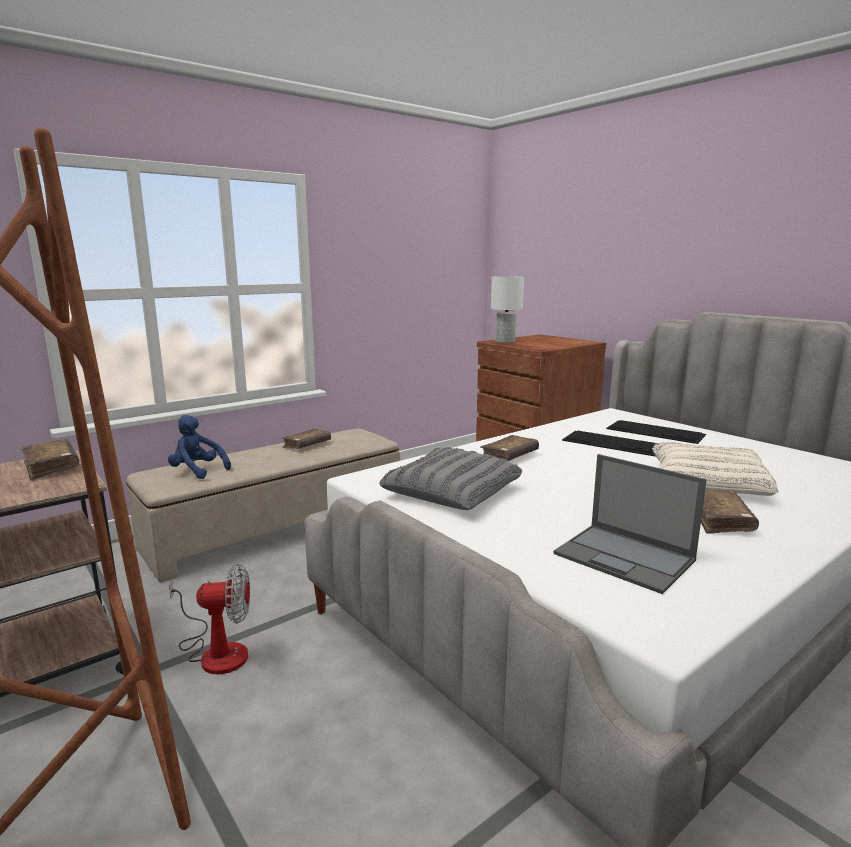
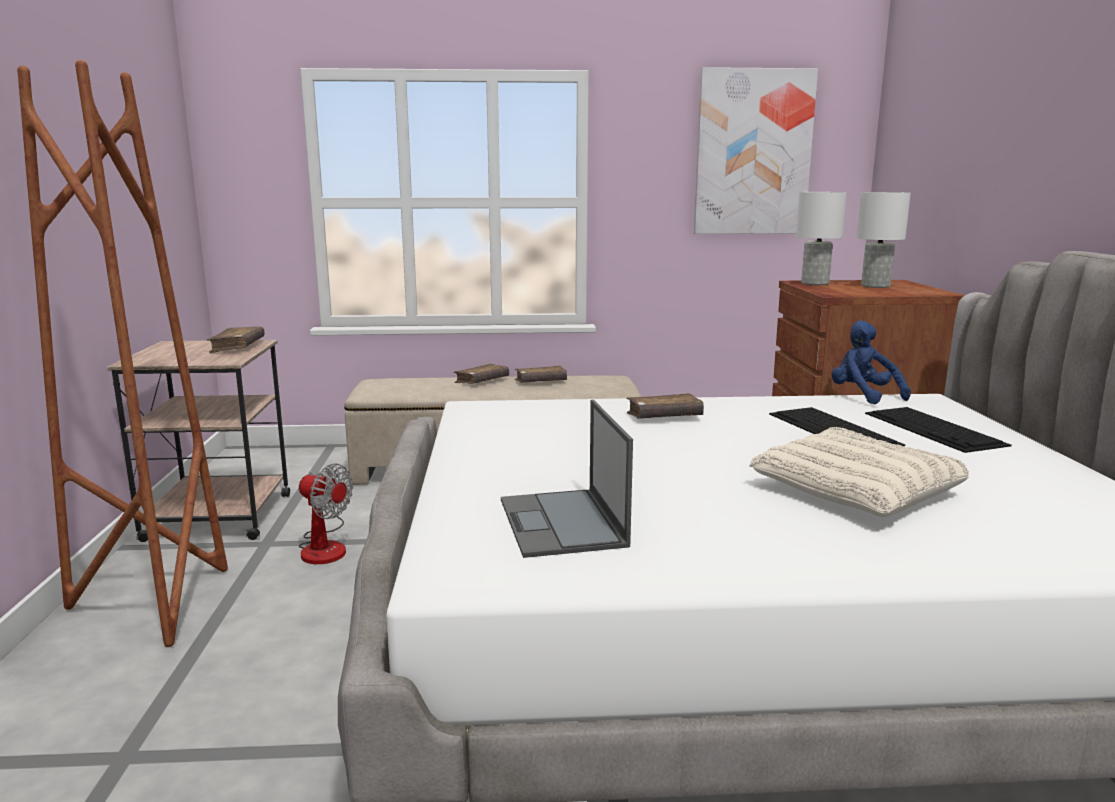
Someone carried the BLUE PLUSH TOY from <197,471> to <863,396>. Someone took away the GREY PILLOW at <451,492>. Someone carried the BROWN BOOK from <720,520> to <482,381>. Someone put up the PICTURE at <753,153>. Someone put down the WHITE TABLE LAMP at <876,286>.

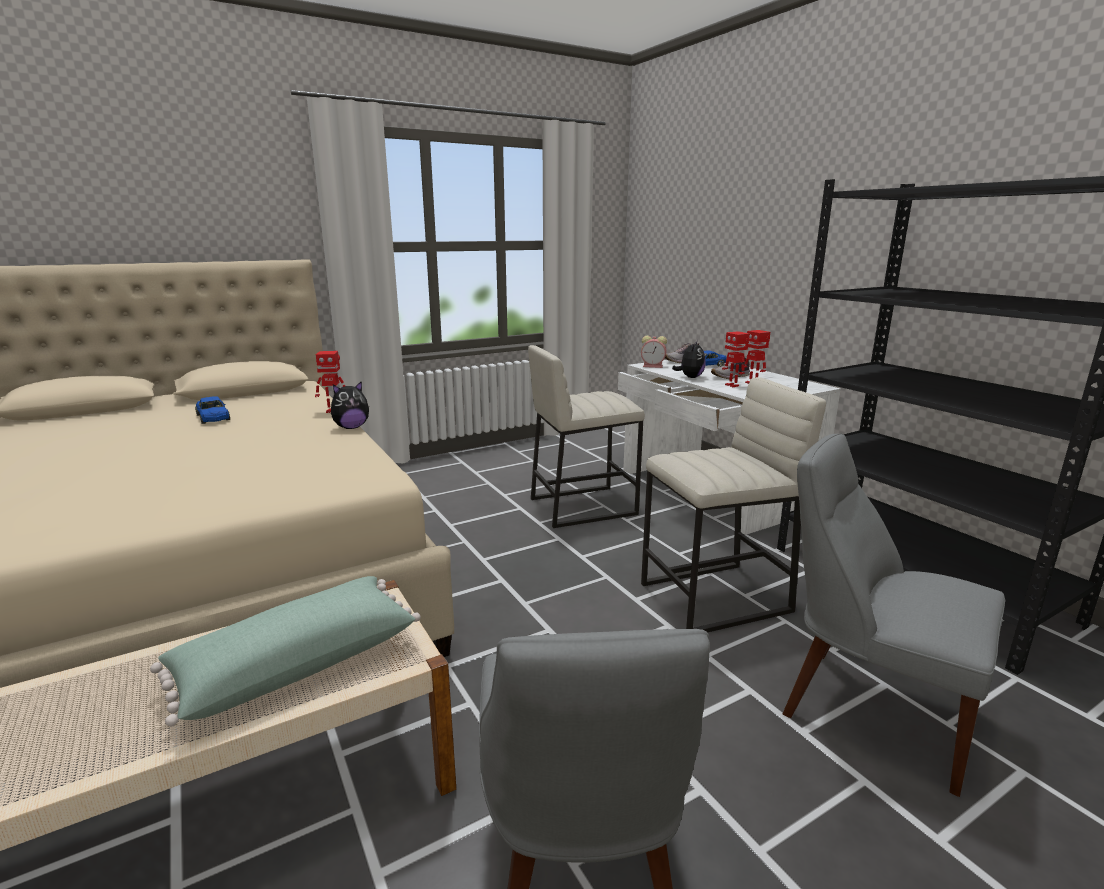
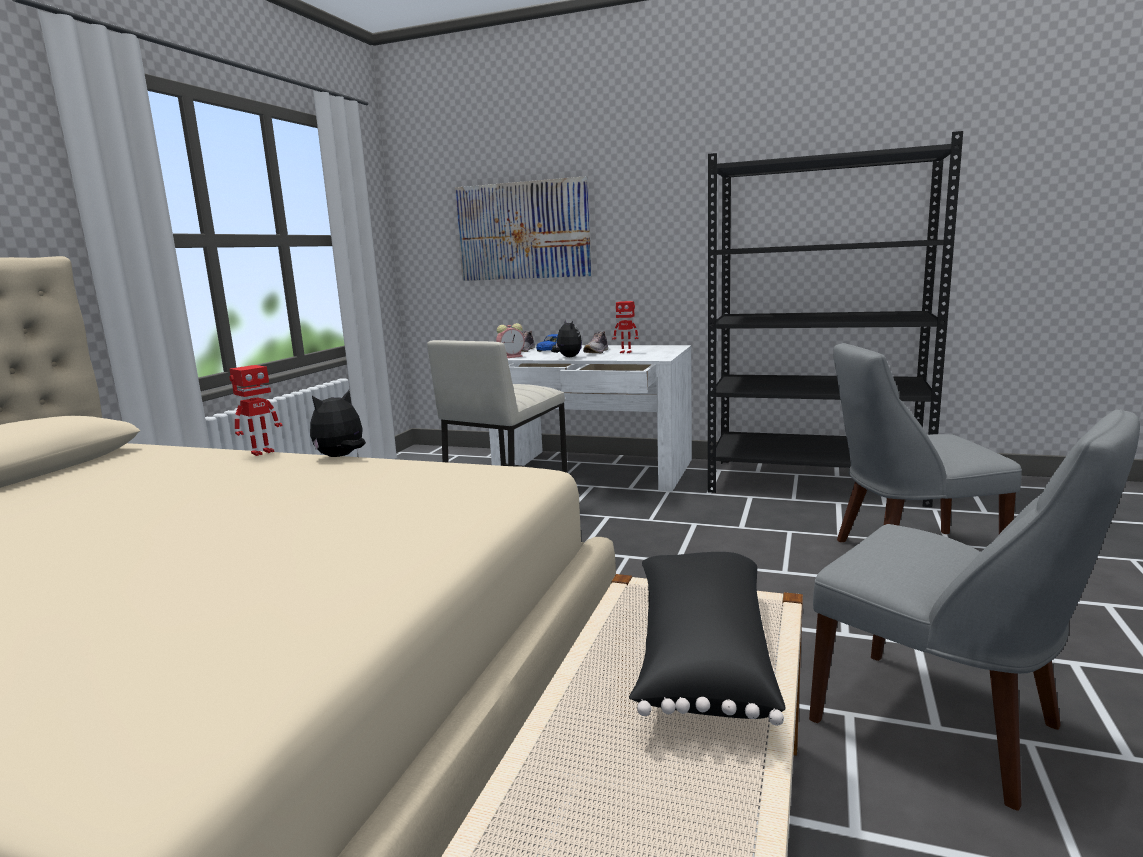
Someone took away the TOY ROBOT at <732,385>. Someone took away the BEIGE STOOL at <715,597>. Someone rotated the PLUSH TOY at <351,427> by 150 degrees counterclockwise. Someone took away the BLUE TOY CAR at <213,417>. Someone repainted the GREEN PILLOW at <296,663>, which became the BLACK PILLOW at <700,656>. Someone put up the PICTURE at <523,231>.

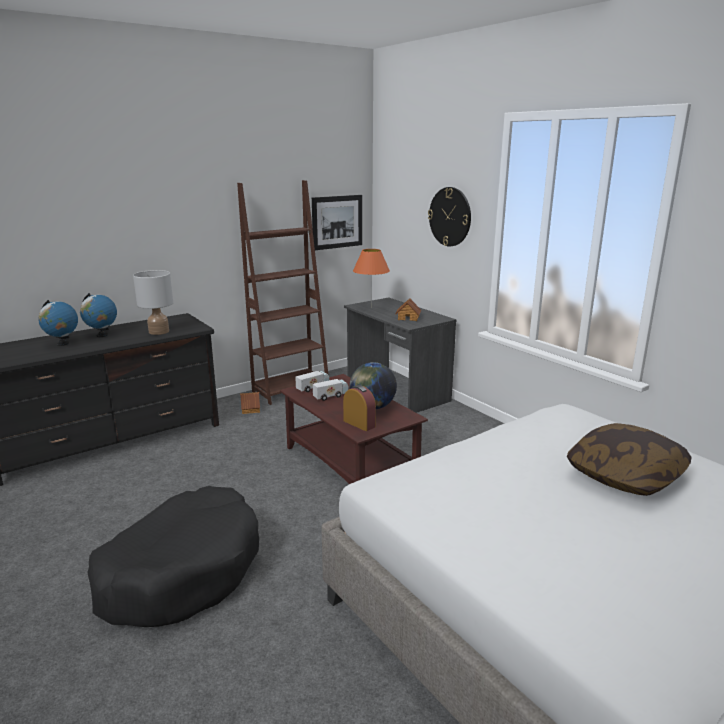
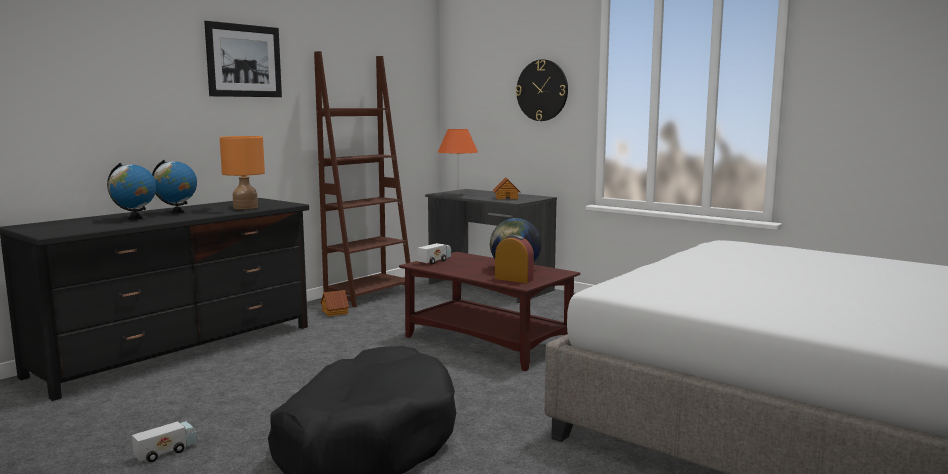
Someone carried the PICTURE from <337,222> to <244,61>. Someone repainted the GREY TABLE LAMP at <159,332>, which became the ORANGE TABLE LAMP at <245,208>. Someone carried the TOY TRUCK from <331,396> to <166,452>. Someone took away the PILLOW at <625,475>.

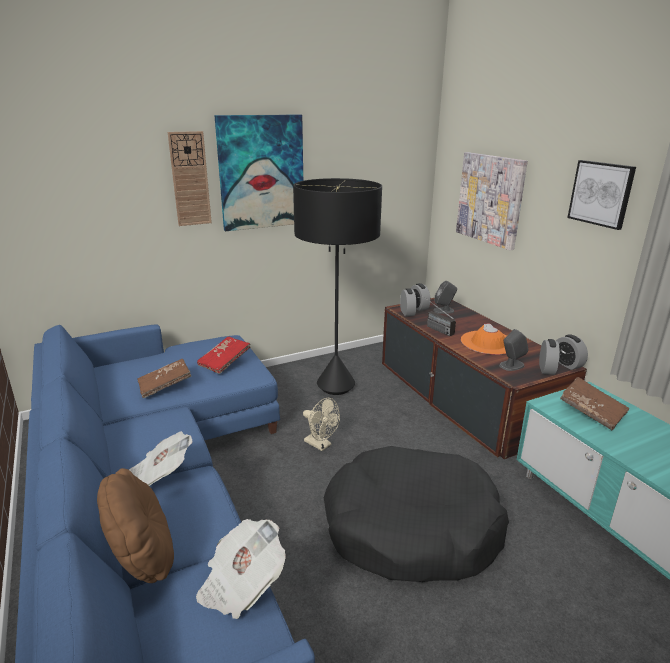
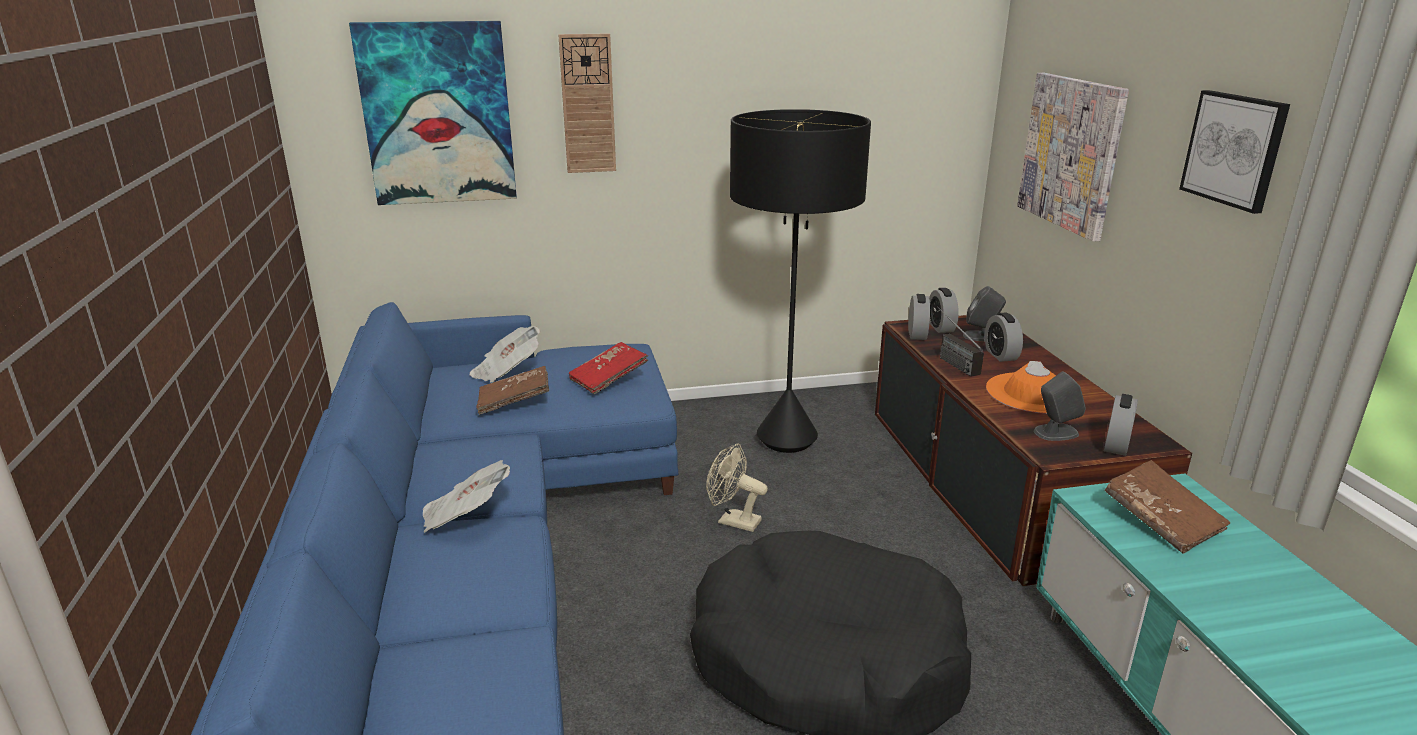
Someone carried the PICTURE from <261,172> to <438,114>. Someone carried the ALARM CLOCK from <567,364> to <1000,355>. Someone rotated the BEIGE FAN at <321,445> by 150 degrees clockwise. Someone took away the BROWN PILLOW at <144,561>. Someone carried the NEWSPAPER from <241,583> to <506,372>.

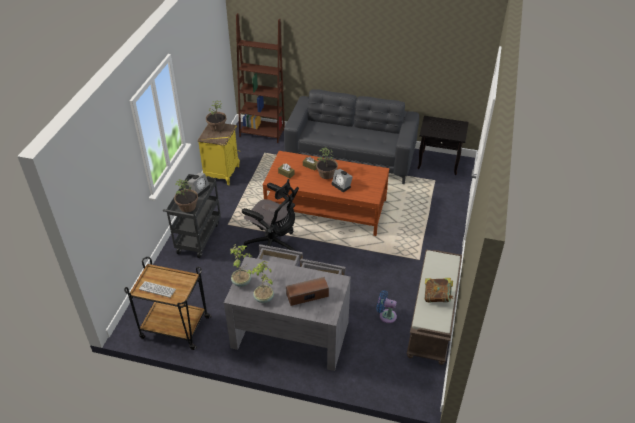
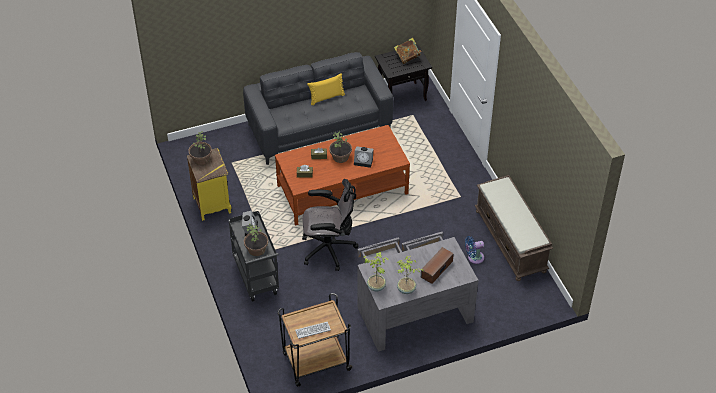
Someone took away the BROWN BOOKCASE at <262,132>. Someone carried the BOOK from <437,297> to <407,58>. Someone put down the YELLOW PILLOW at <326,97>.

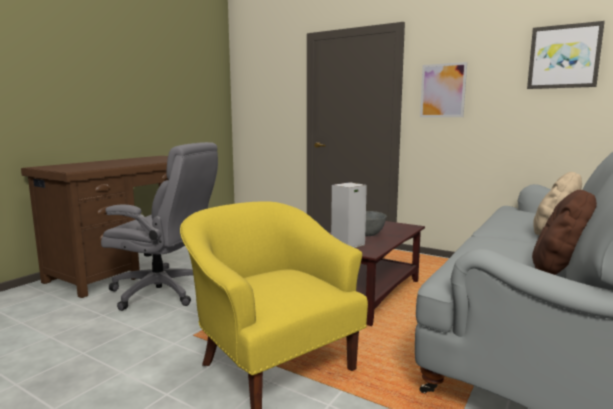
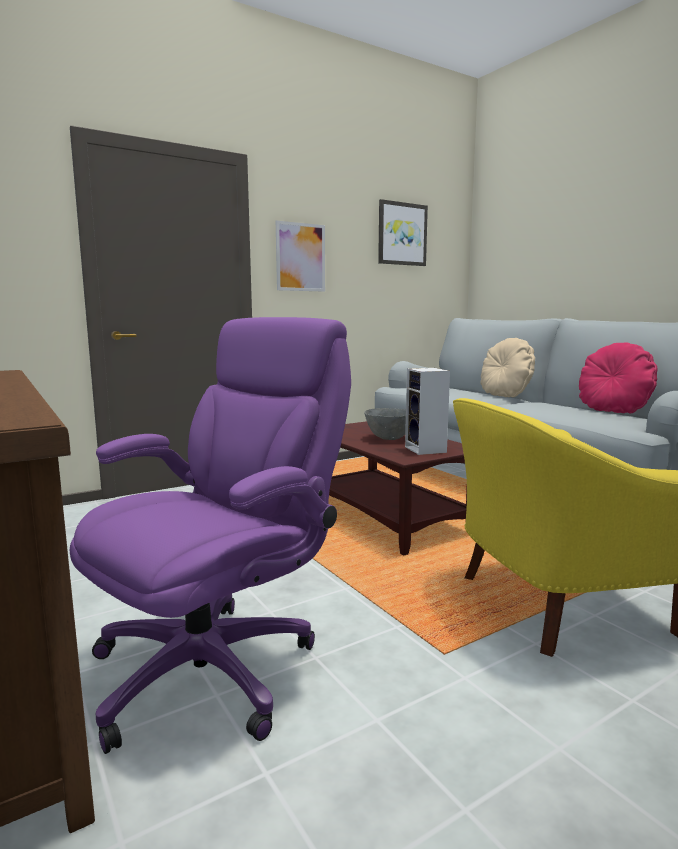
Someone repainted the GREY OFFICE CHAIR at <166,293>, which became the PURPLE OFFICE CHAIR at <218,665>. Someone repainted the BROWN PILLOW at <558,273>, which became the PINK PILLOW at <613,411>.

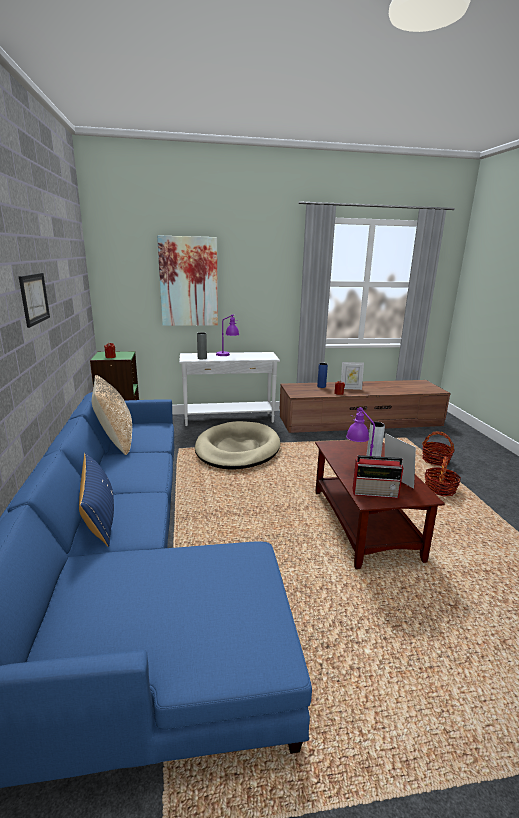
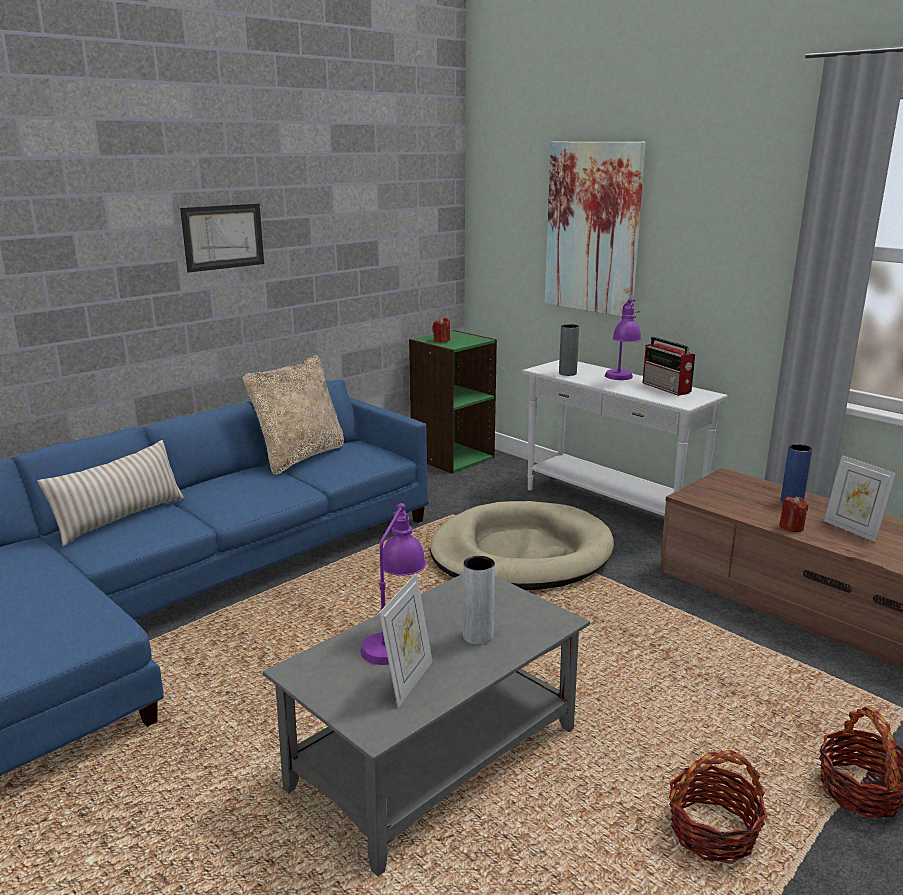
Someone repainted the BROWN COFFEE TABLE at <363,523>, which became the GREY COFFEE TABLE at <436,757>. Someone repainted the BLUE PILLOW at <99,516>, which became the BEIGE PILLOW at <120,518>. Someone carried the RADIO from <376,493> to <667,388>.

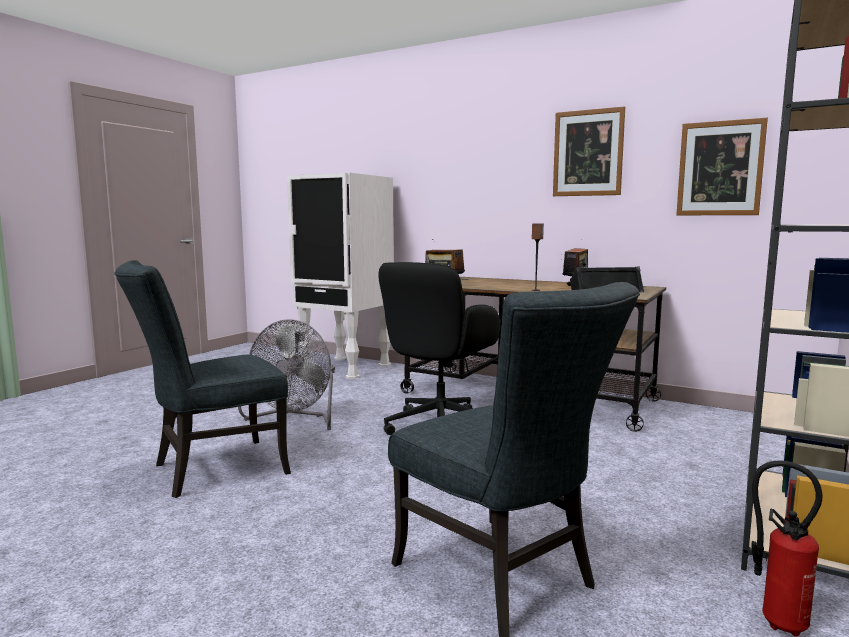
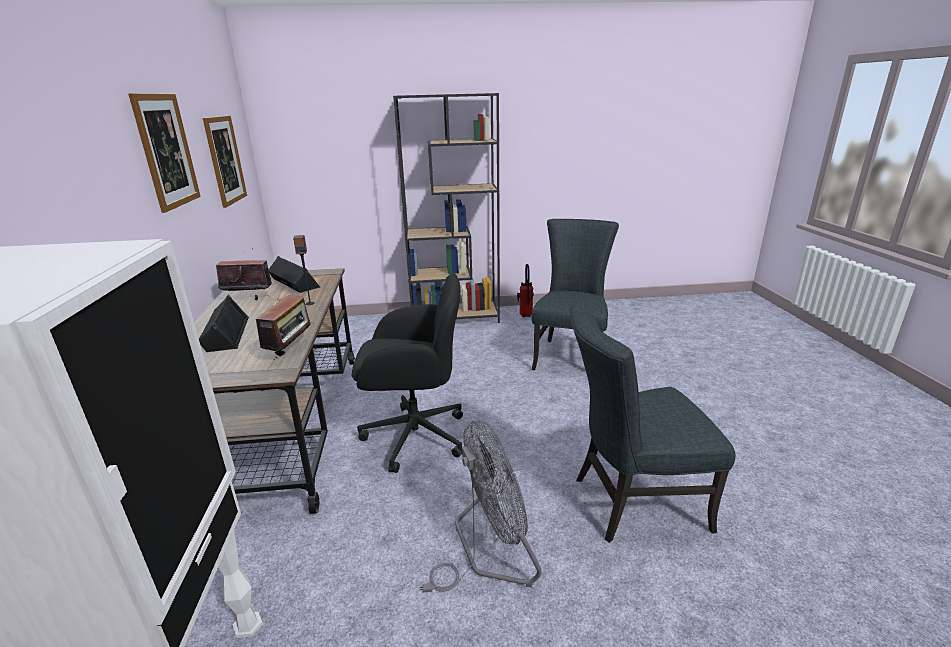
Someone rotated the GREY CHAIR at <212,469> by 150 degrees clockwise. Someone put down the BLACK SPEAKER at <224,334>.

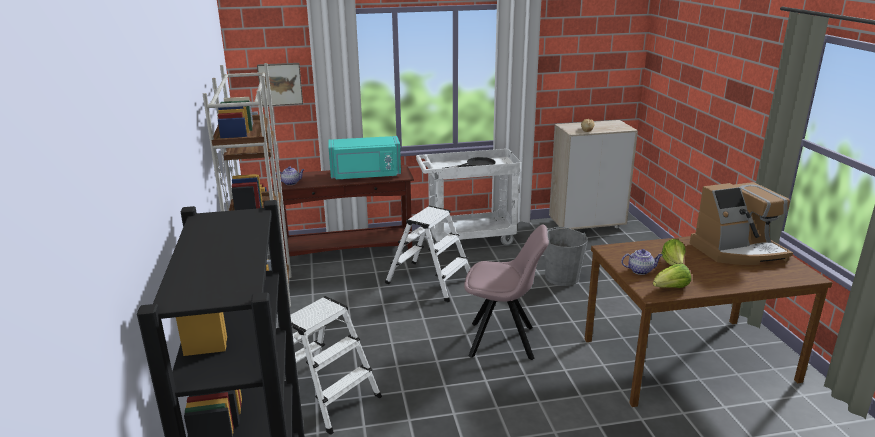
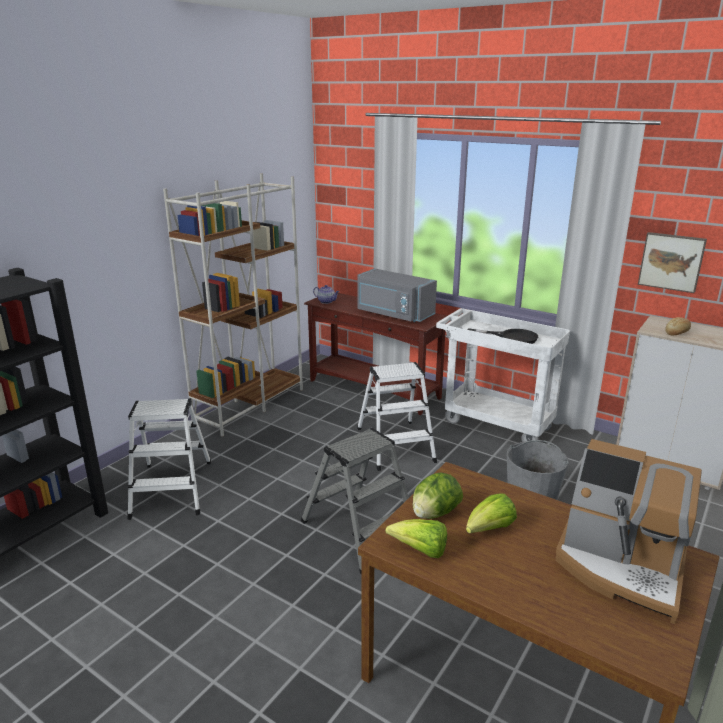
Someone carried the PICTURE from <280,84> to <671,261>. Someone repainted the TURQUOISE MICROWAVE at <365,175>, which became the GREY MICROWAVE at <393,314>. Someone swapped the PINK CHAIR at <502,341> for the GREY STEP LADDER at <359,532>. Someone swapped the TEAPOT at <640,270> for the LETTUCE at <435,514>.

